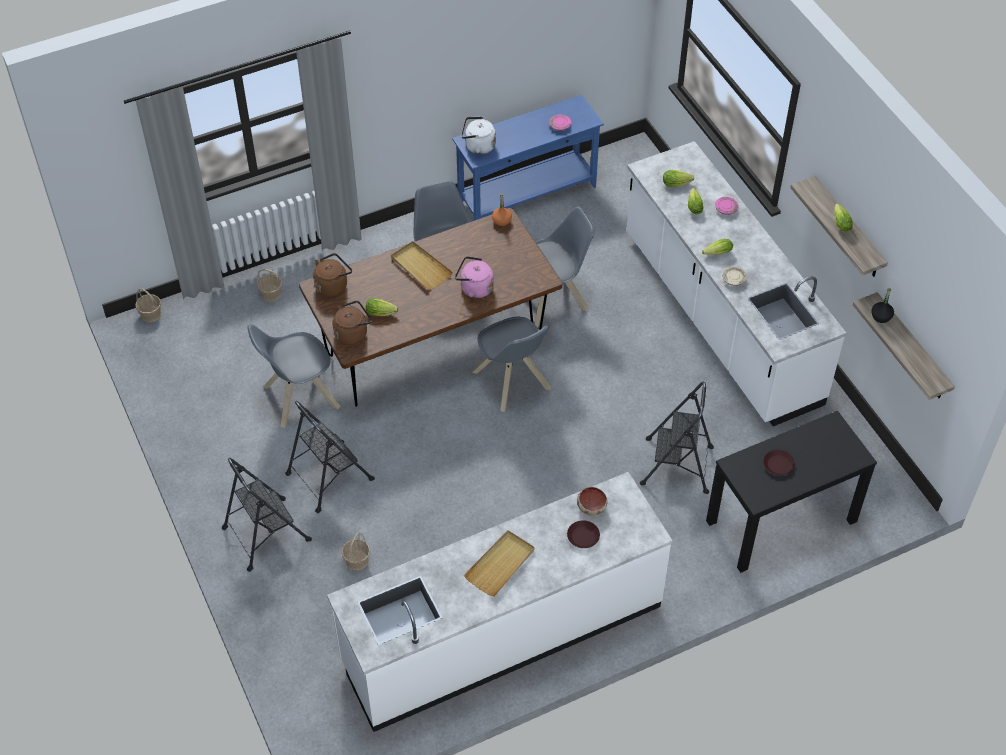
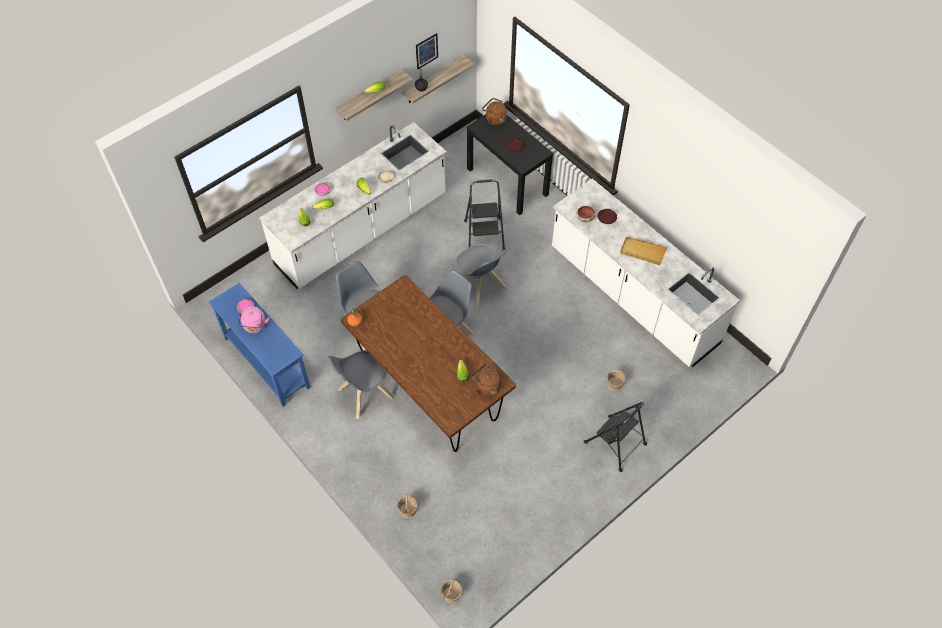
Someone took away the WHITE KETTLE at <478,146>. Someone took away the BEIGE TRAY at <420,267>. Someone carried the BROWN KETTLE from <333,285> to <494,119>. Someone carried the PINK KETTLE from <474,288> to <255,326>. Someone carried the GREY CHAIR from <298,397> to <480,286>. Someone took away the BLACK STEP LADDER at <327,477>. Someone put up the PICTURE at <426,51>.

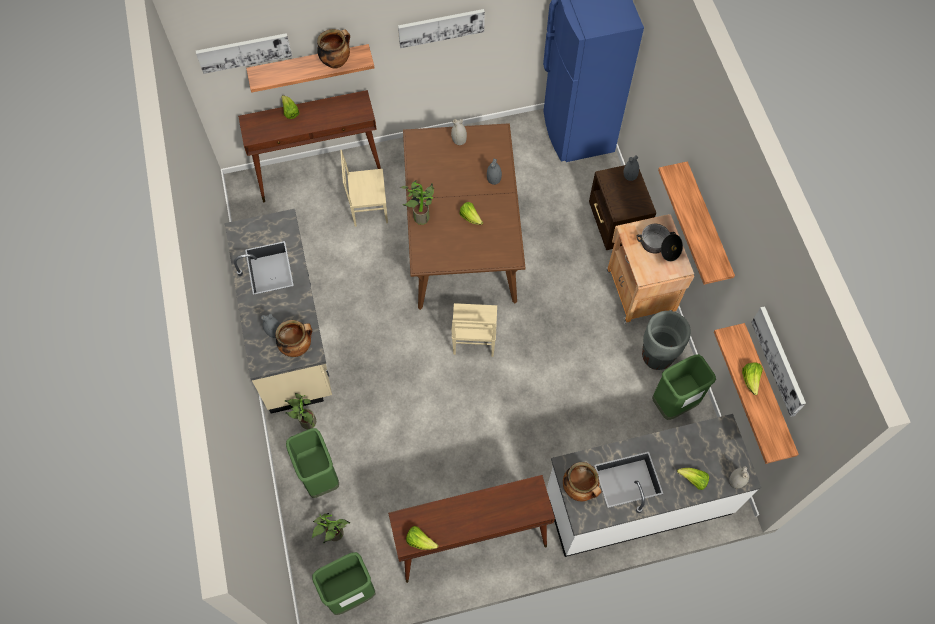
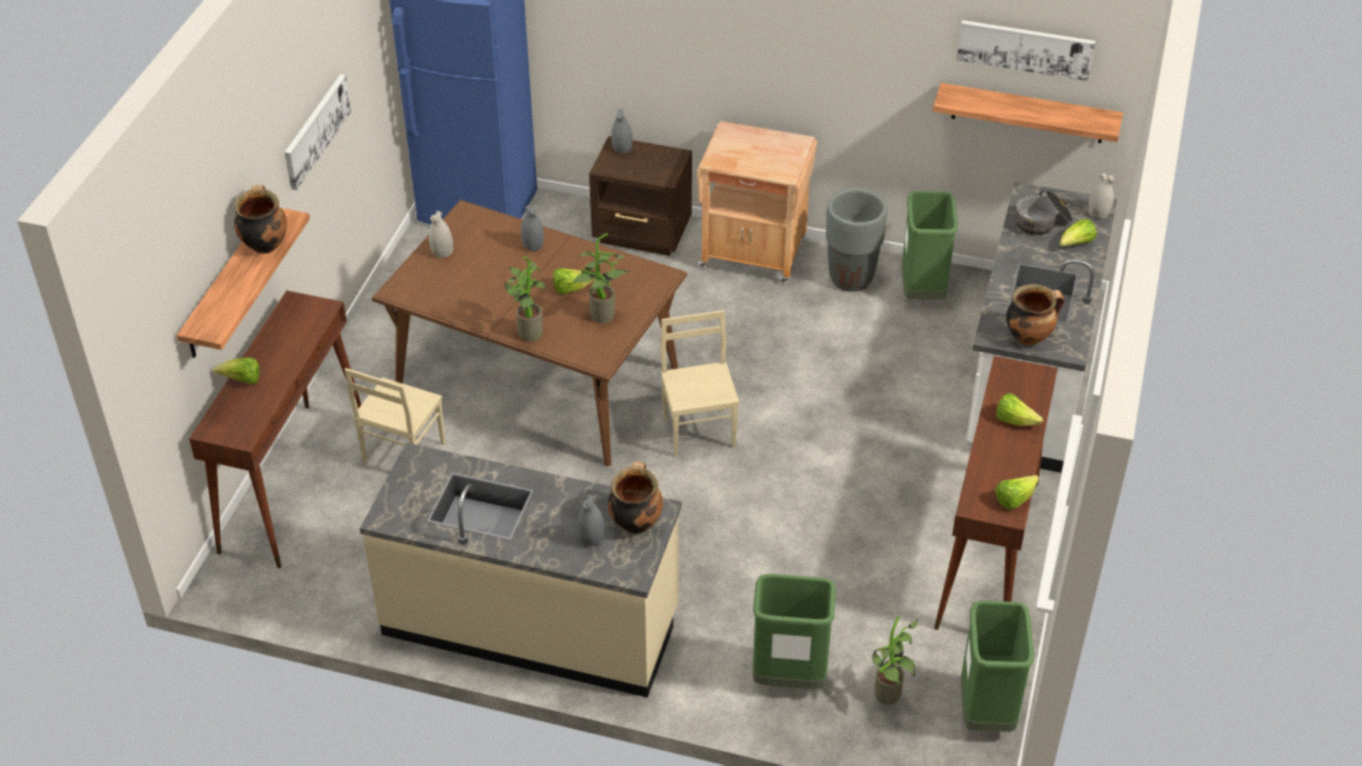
Someone took away the PICTURE at <244,52>. Someone took away the SHELF at <707,224>. Someone carried the COOKING POT from <659,246> to <1042,222>. Someone rotated the BEIGE CHAIR at <473,340> by 135 degrees counterclockwise. Someone carried the LETTUCE from <750,380> to <1014,420>. Someone carried the POTTED PLANT from <306,422> to <600,318>.

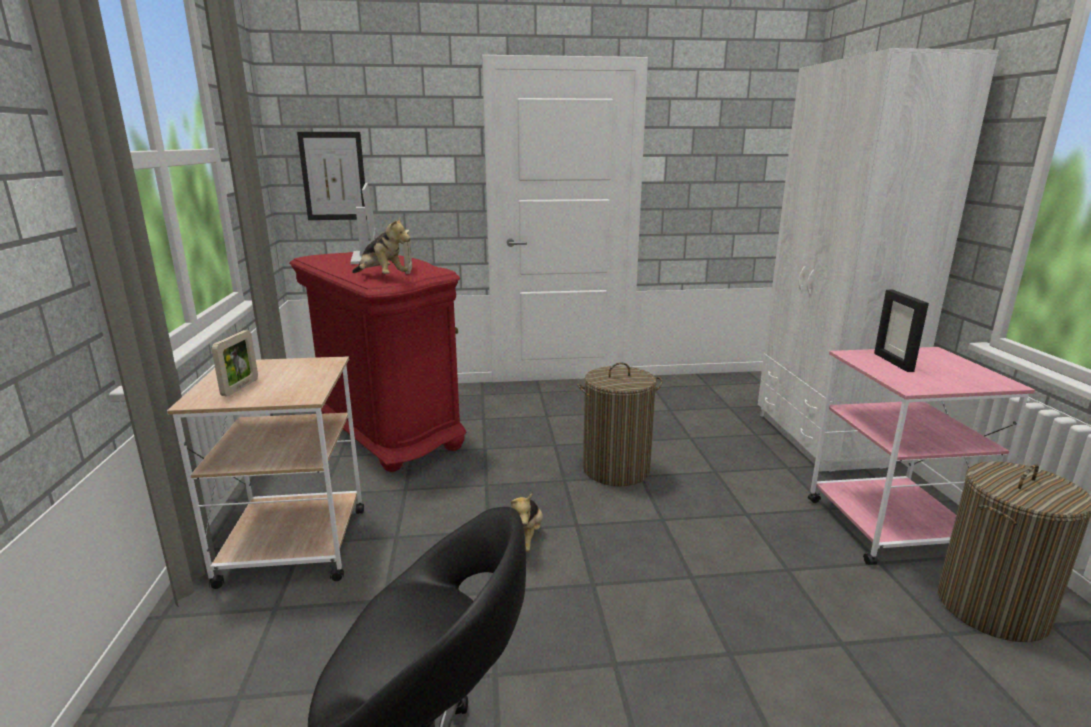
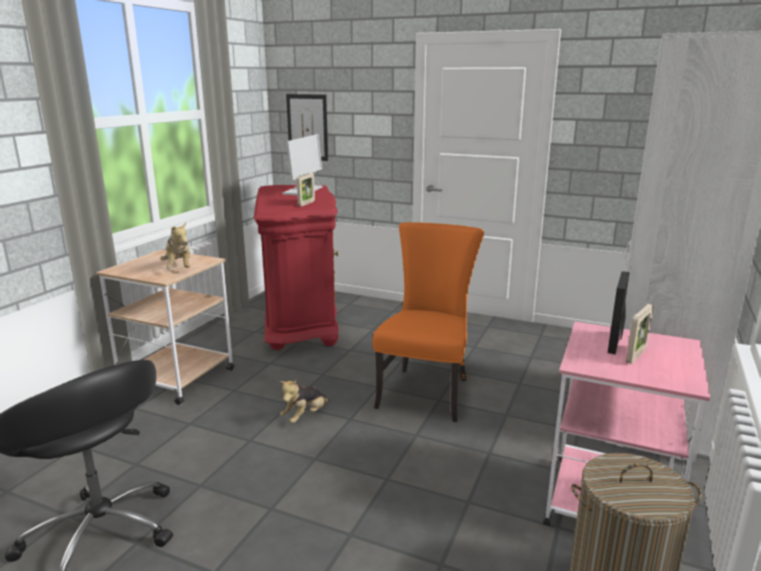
Someone carried the PLUSH TOY from <381,277> to <179,268>. Someone carried the PICTURE FRAME from <240,387> to <636,356>. Someone swapped the LAUNDRY BASKET at <616,469> for the ORANGE CHAIR at <426,390>.

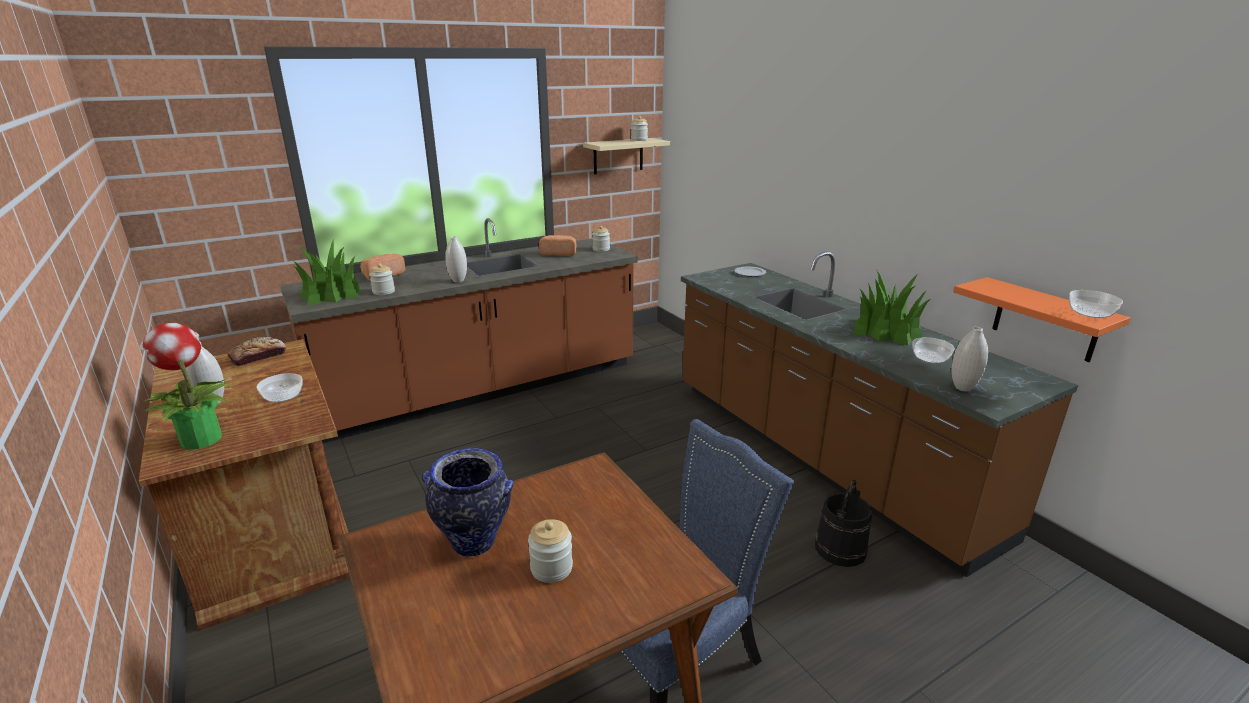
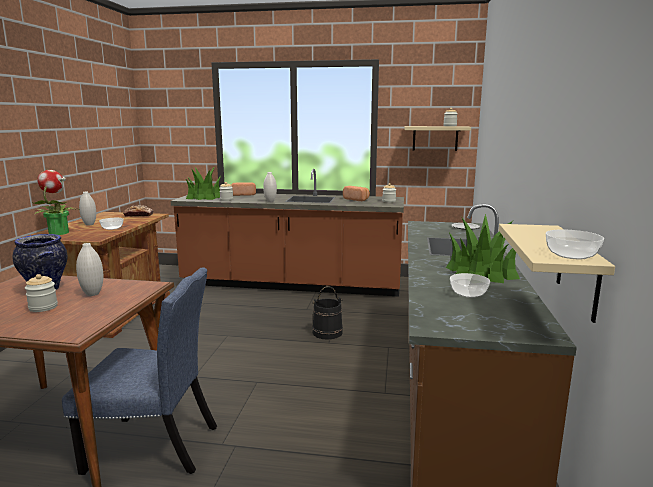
Someone repainted the ORANGE SHELF at <1045,320>, which became the BEIGE SHELF at <578,272>. Someone carried the WHITE VASE from <963,388> to <92,294>. Someone carried the BLACK BUCKET from <840,548> to <327,332>.

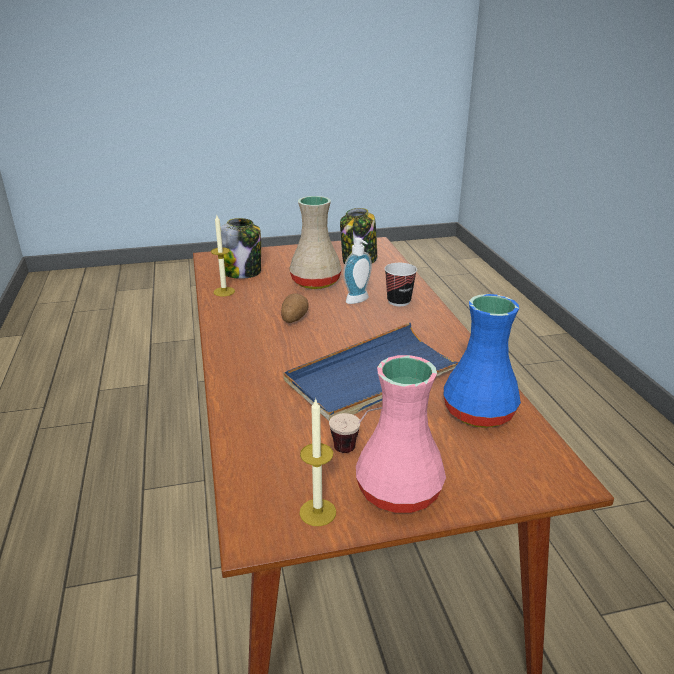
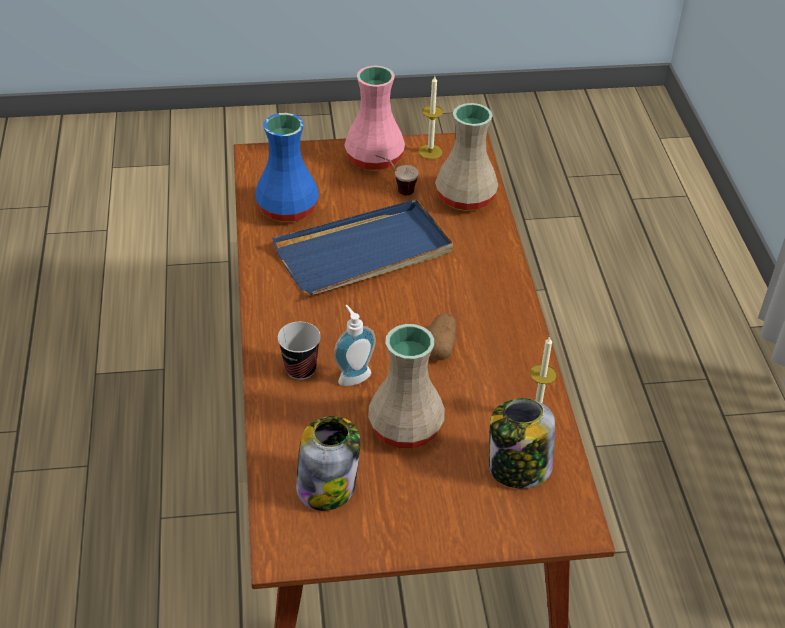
Someone put down the BEIGE VASE at <466,199>.

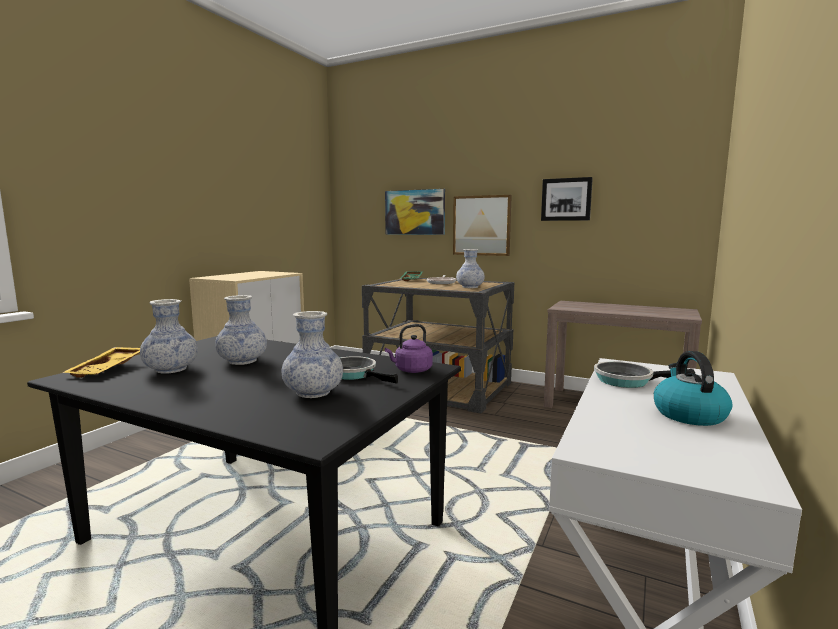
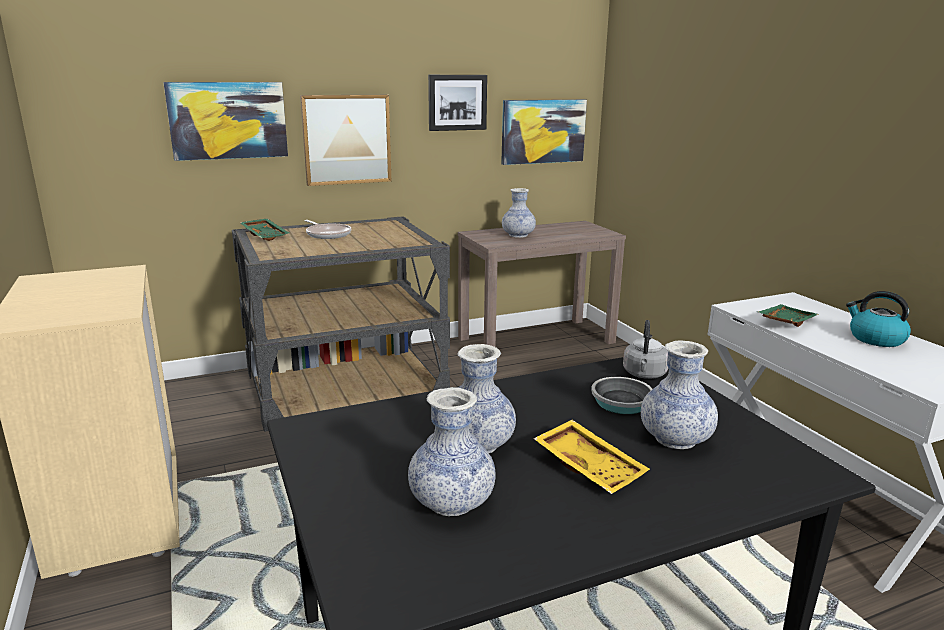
Someone carried the VASE from <470,287> to <518,235>. Someone repainted the PURPLE KETTLE at <411,370>, which became the GREY KETTLE at <644,374>. Someone carried the YELLOW TRAY from <109,369> to <590,466>. Someone swapped the FRYING PAN at <627,380> for the GREEN TRAY at <785,322>. Someone put up the PICTURE at <543,131>.

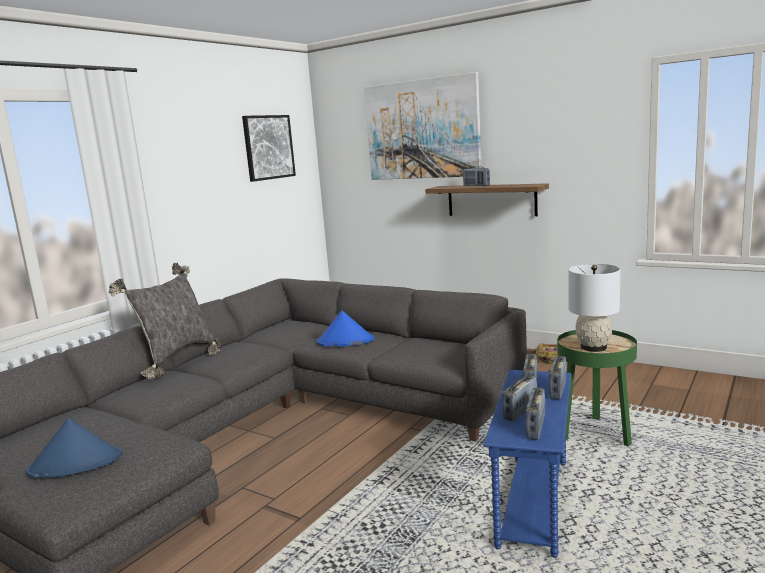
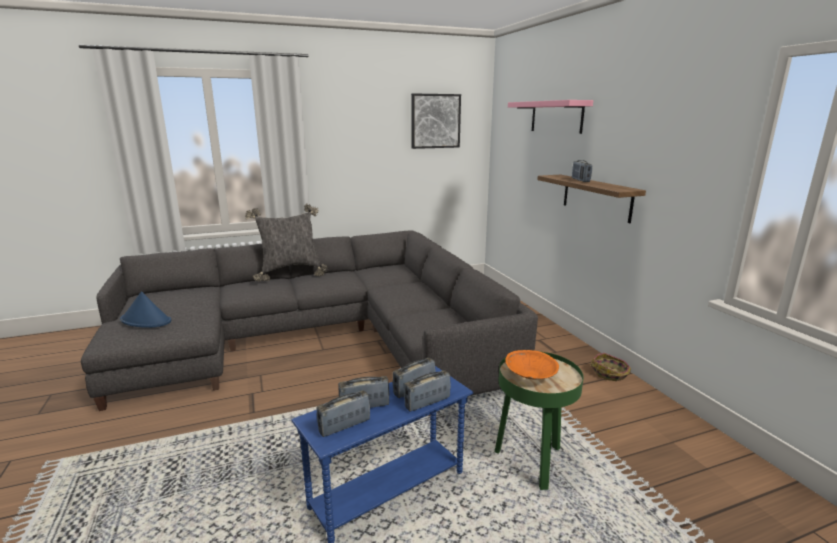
Someone swapped the PICTURE at <422,129> for the PINK SHELF at <556,116>. Someone swapped the WHITE TABLE LAMP at <593,347> for the ORANGE BOWL at <530,376>. Someone took away the BLUE HAT at <345,341>.

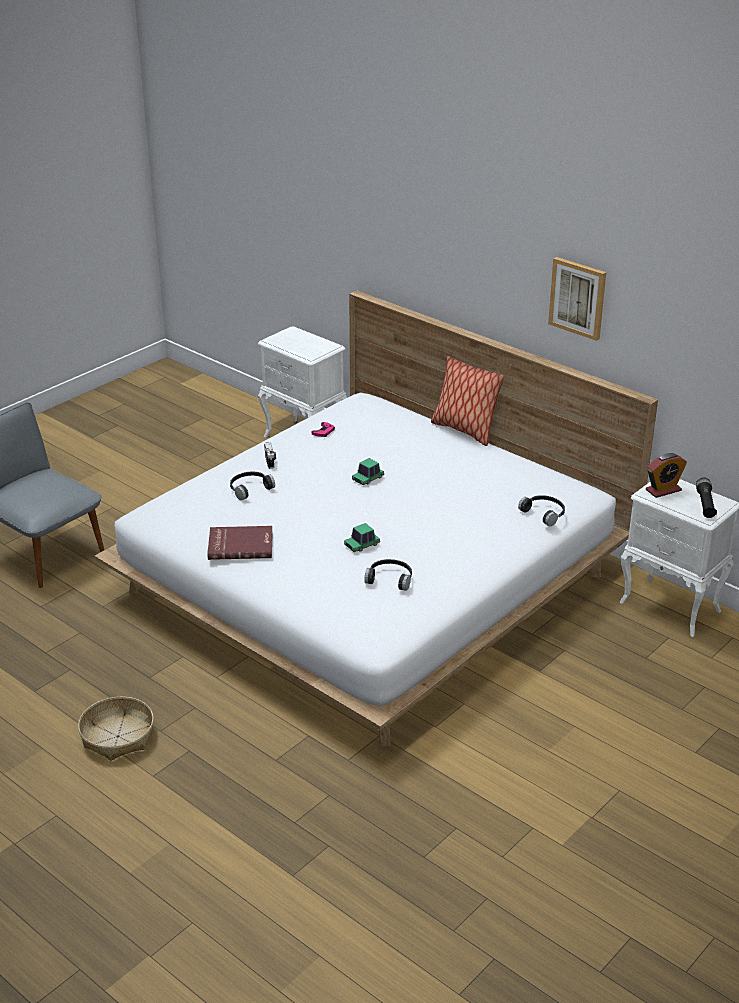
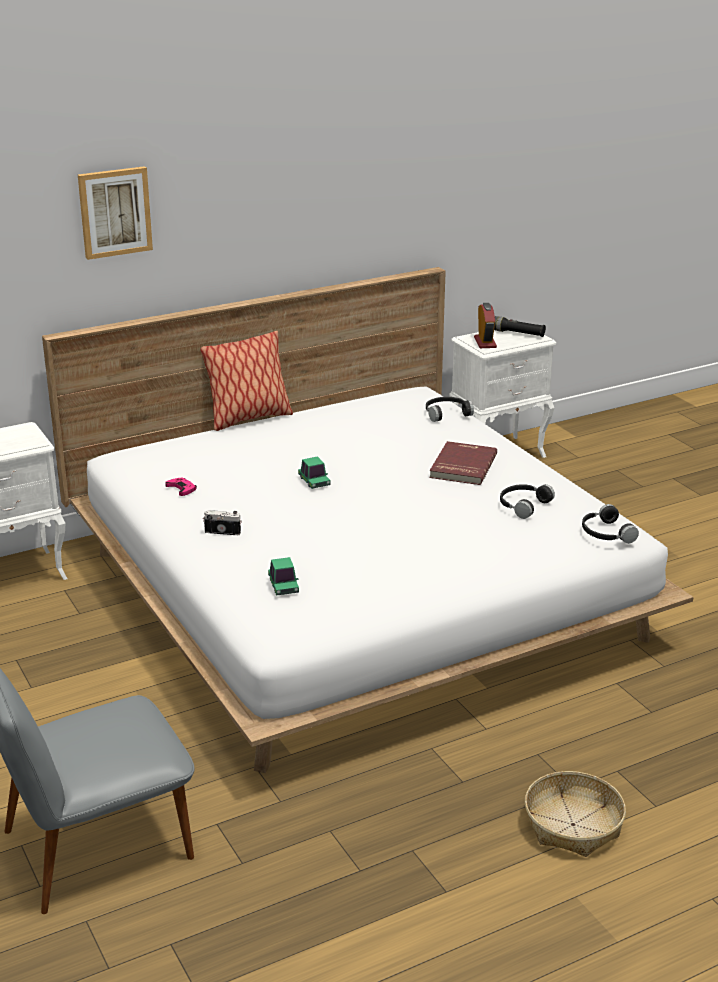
Someone carried the PICTURE from <578,298> to <114,212>. Someone carried the BLACK HEADPHONES from <249,489> to <605,533>. Someone carried the TOY CAR from <362,545> to <283,586>. Someone carried the RED BOOK from <240,545> to <462,466>.

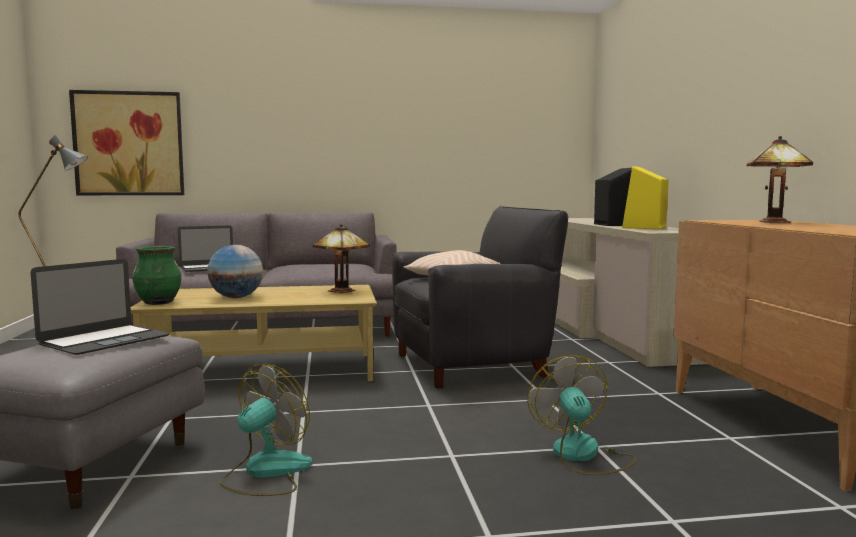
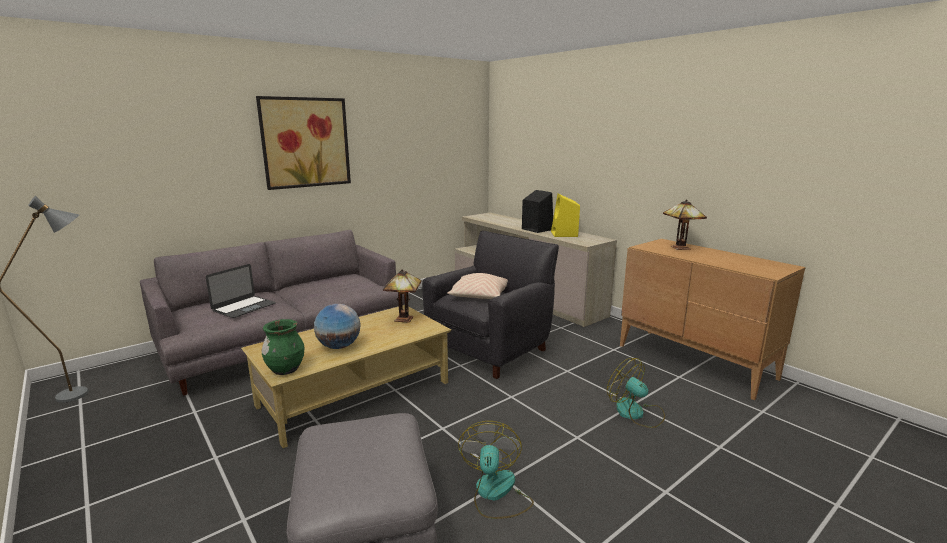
Someone carried the PICTURE from <129,144> to <305,142>. Someone took away the LAPTOP at <105,340>.

